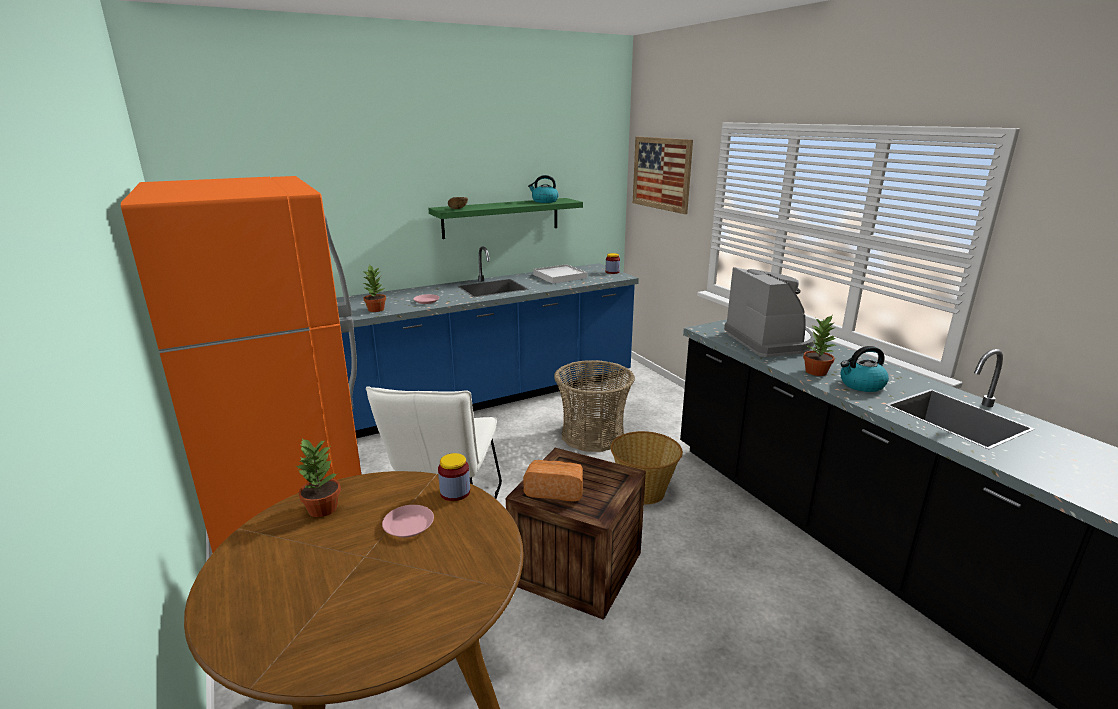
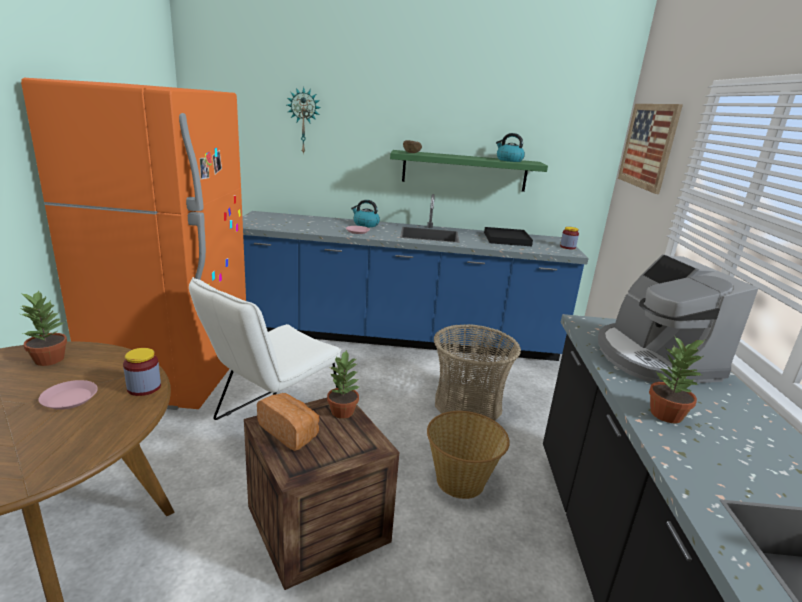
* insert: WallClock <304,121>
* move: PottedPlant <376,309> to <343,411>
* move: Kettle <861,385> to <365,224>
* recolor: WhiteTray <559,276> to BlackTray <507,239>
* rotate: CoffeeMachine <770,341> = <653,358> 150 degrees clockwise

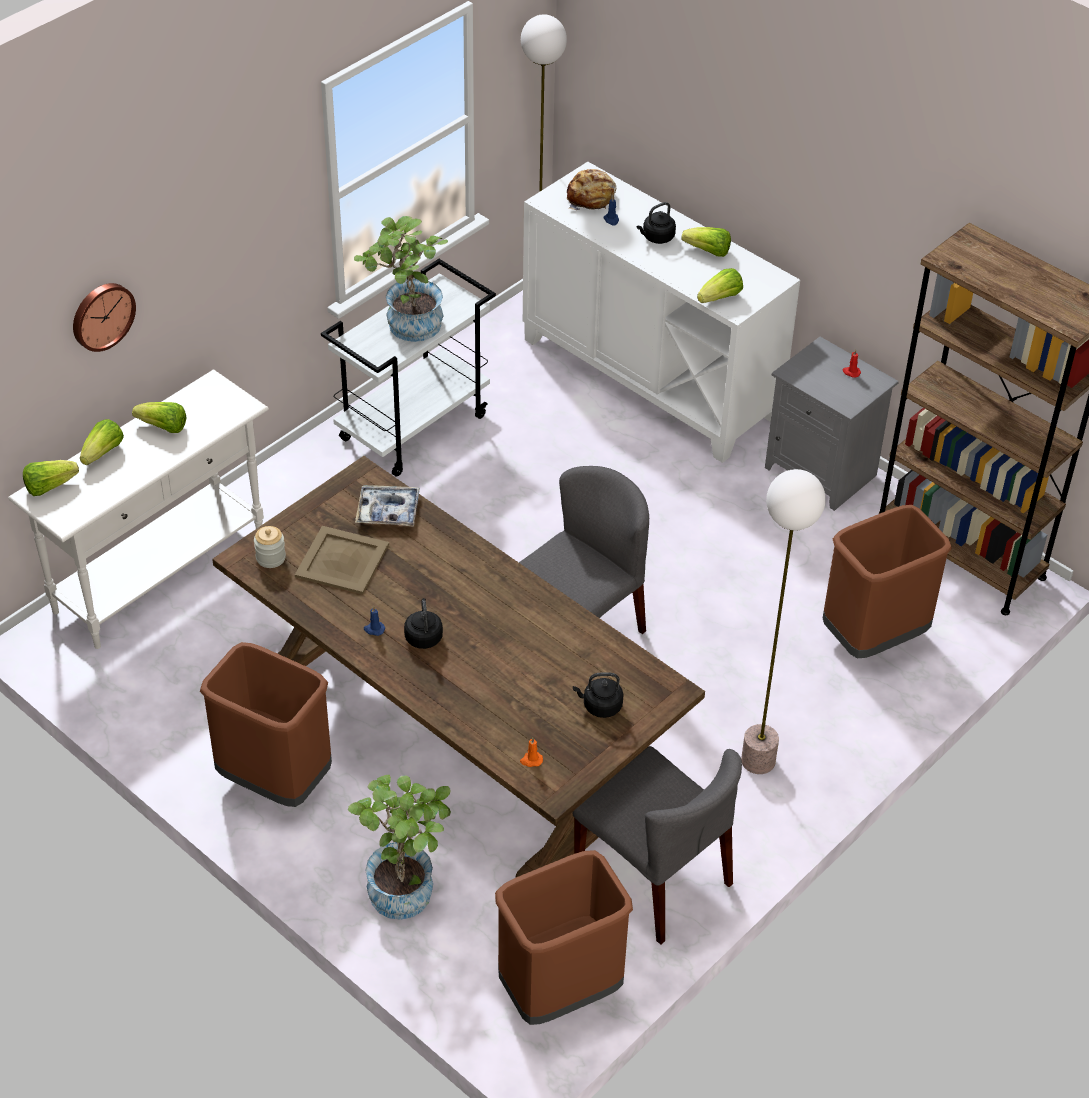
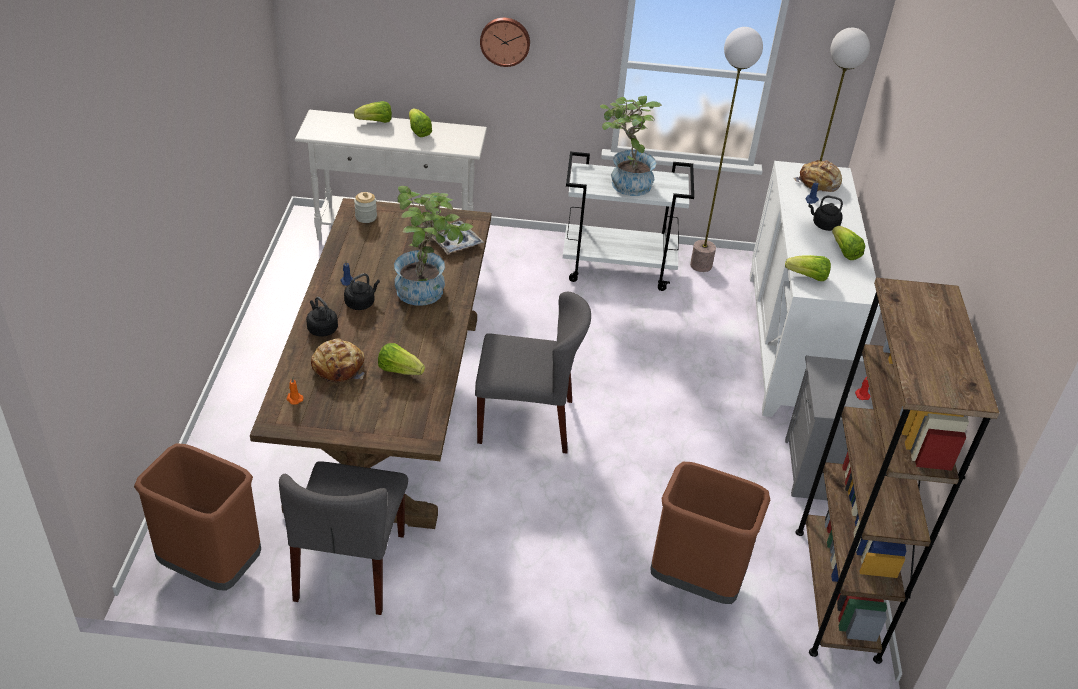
* delete: BrownTrashCan <274,780>
* delete: BeigeTray <342,560>
* insert: Bread <339,367>
* move: Lettuce <49,486> to <399,370>
* move: WallClock <101,315> to <505,41>
* move: PottedPlant <406,886> to <427,290>
* move: BlackKettle <600,706> to <321,328>
* move: FloorLamp <758,761> to <701,265>

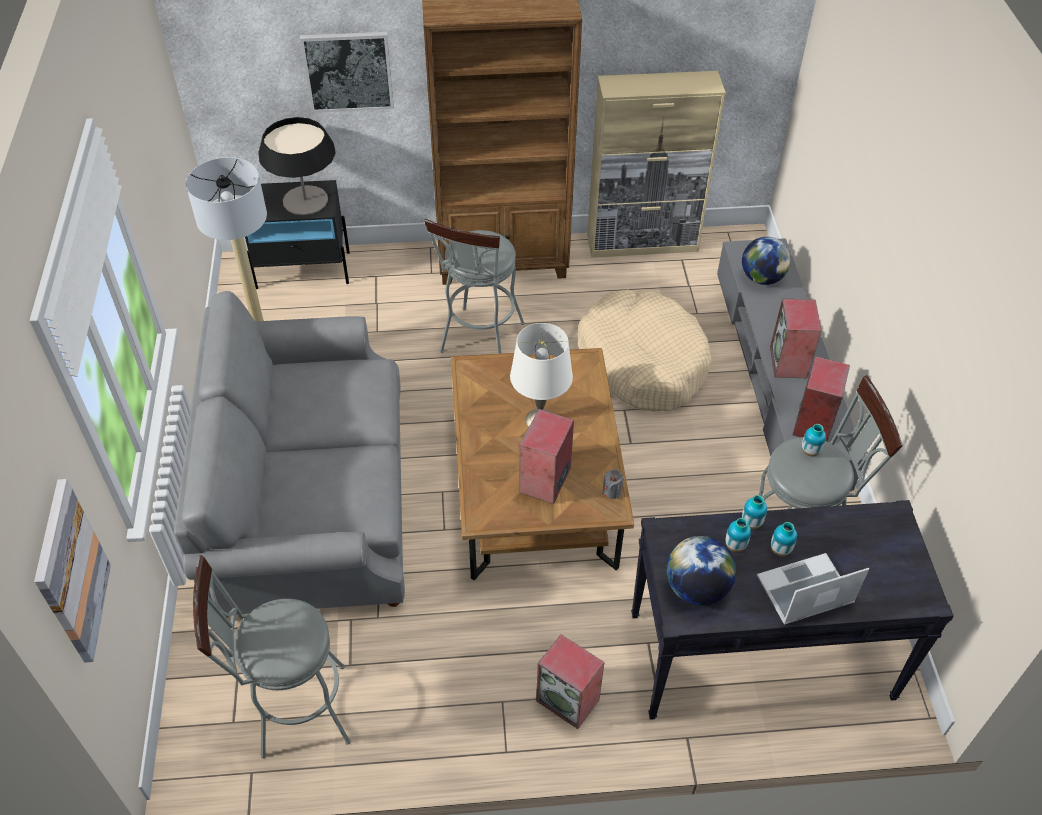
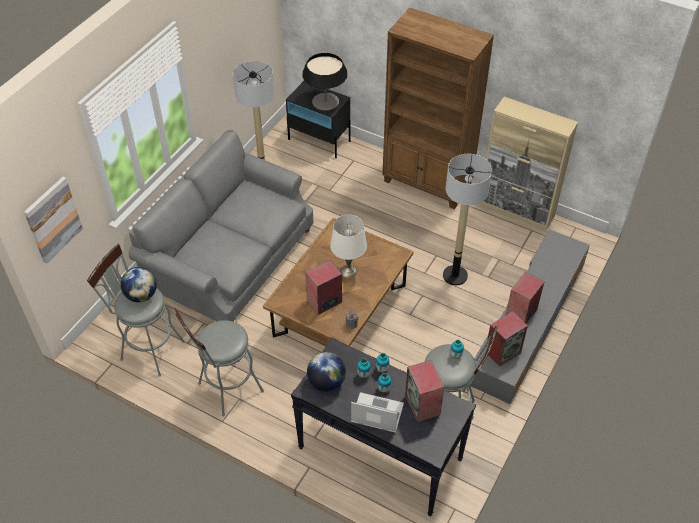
* delete: Picture <348,71>
* move: GreyStool <480,342> to <226,390>
* move: Speaker <569,700> to <423,405>
* move: Globe <762,278> to <141,295>
* replace: BeigeDogBed <642,362> to FloorLamp <455,276>

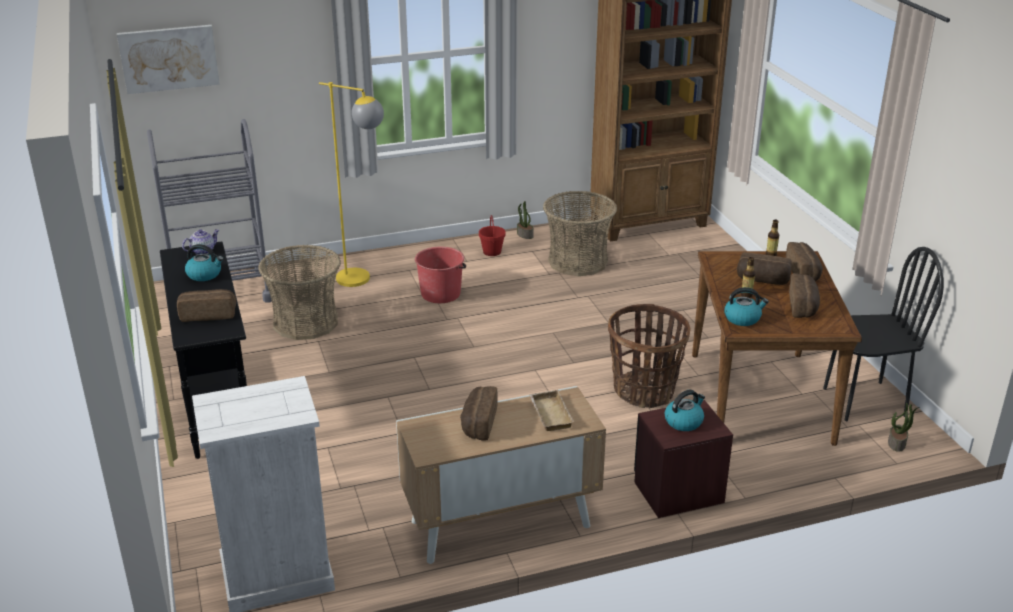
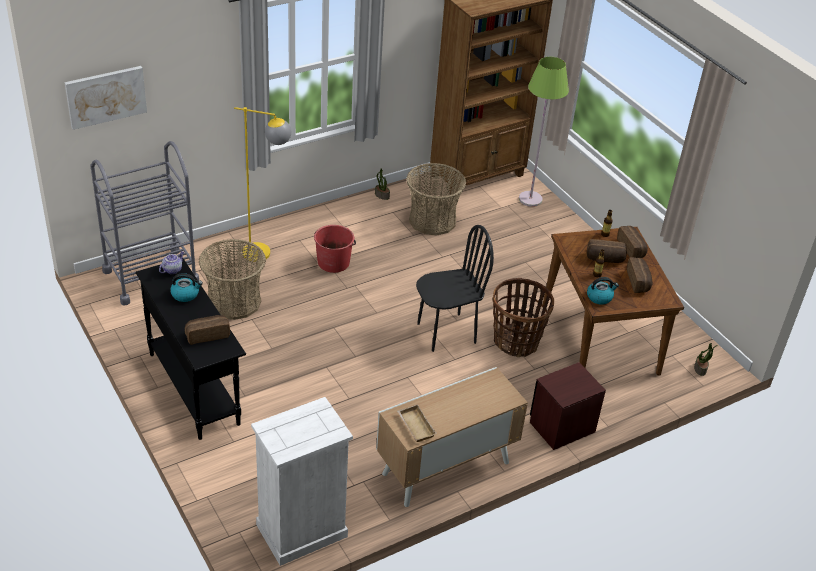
* delete: Bread <478,423>
* delete: RedBucket <491,252>
* delete: Kettle <684,421>
* insert: GreenFloorLamp <530,199>
* move: BeigeTray <549,414> to <415,426>
* move: BlackChair <864,401> to <446,332>

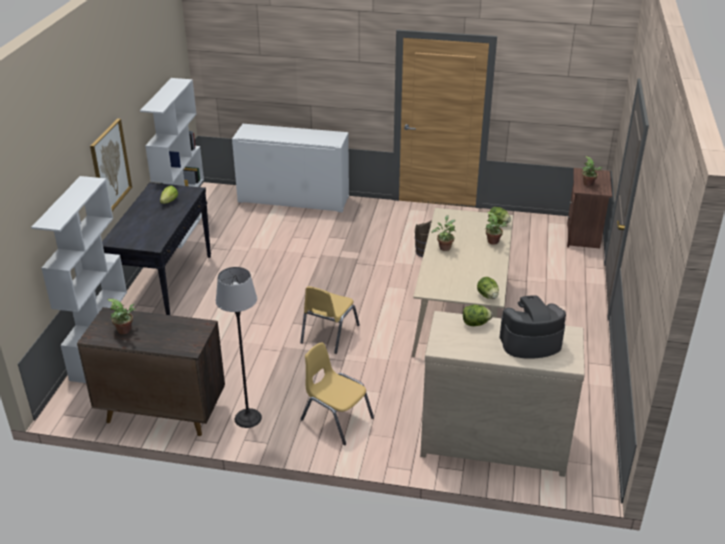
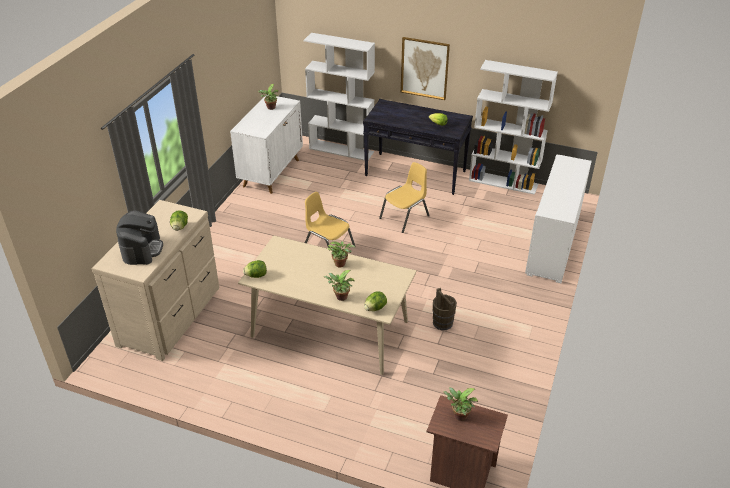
* delete: FloorLamp <248,418>
* move: YellowChair <336,419> to <405,217>
* recolor: BrownCabinet <161,412> to WhiteCabinet <271,172>

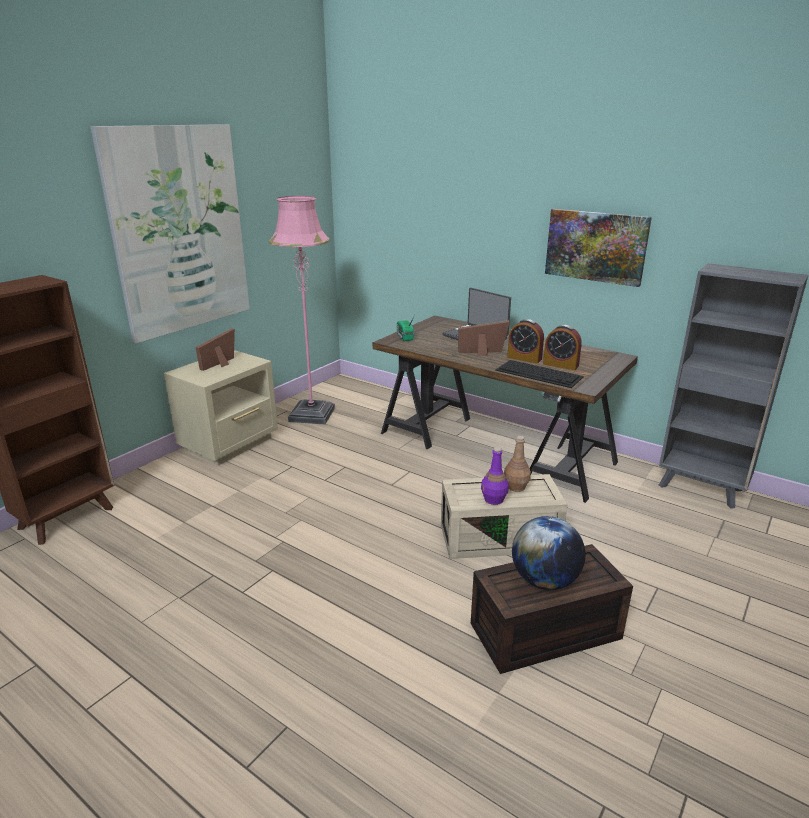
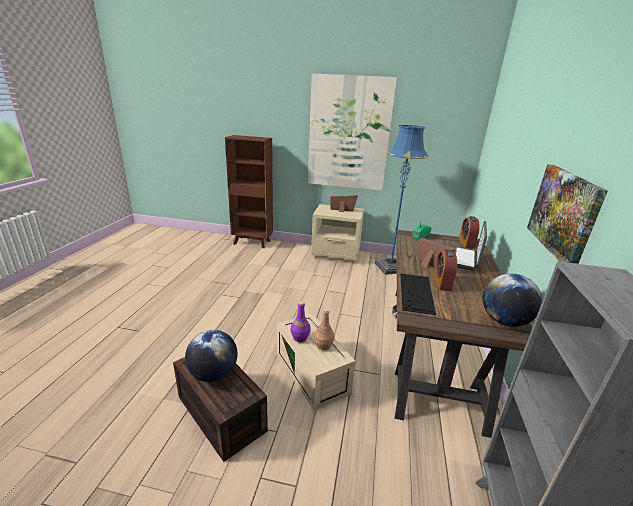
* insert: Globe <504,321>
* move: AlarmClock <560,365> to <466,243>
* recolor: PinkFloorLamp <311,415> to BlueFloorLamp <390,267>

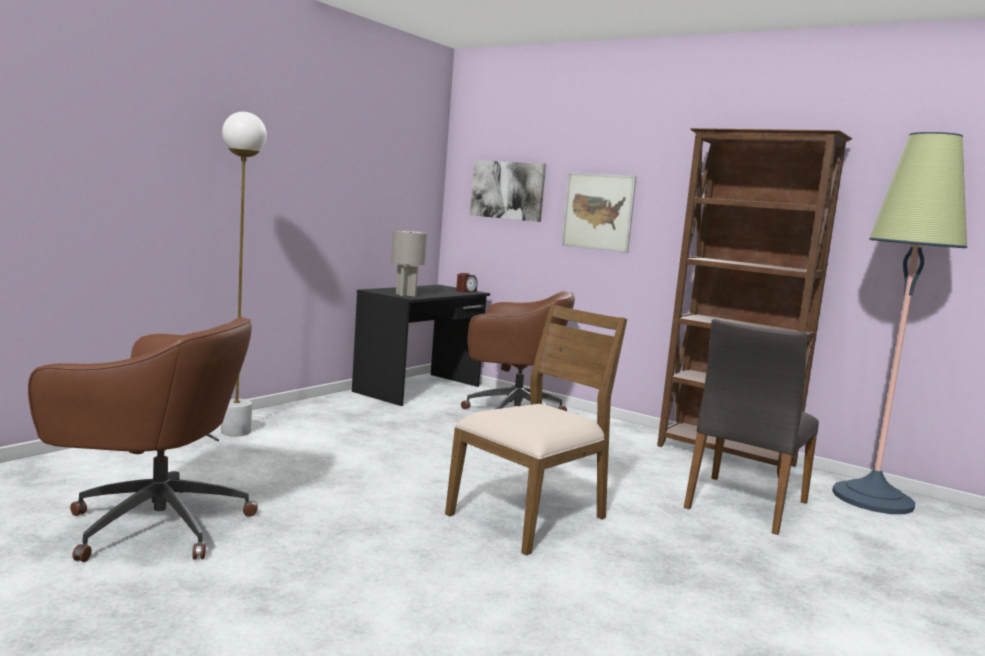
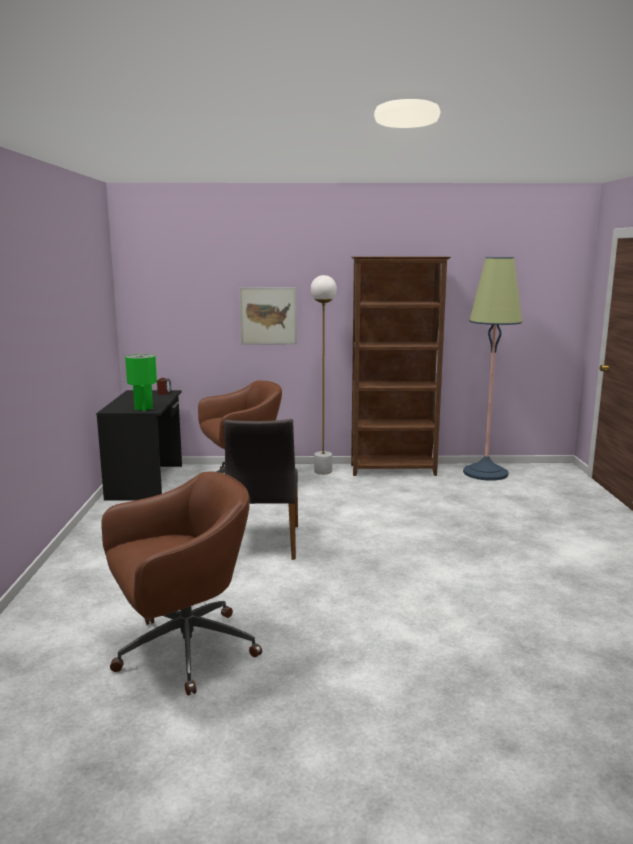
* delete: BrownChair <530,517>
* delete: Picture <507,190>
* move: WhiteFloorLamp <235,432> to <323,471>
* move: GreyChair <744,504> to <262,542>
* recolor: GreyTableLamp <405,295> to GreenTableLamp <143,409>

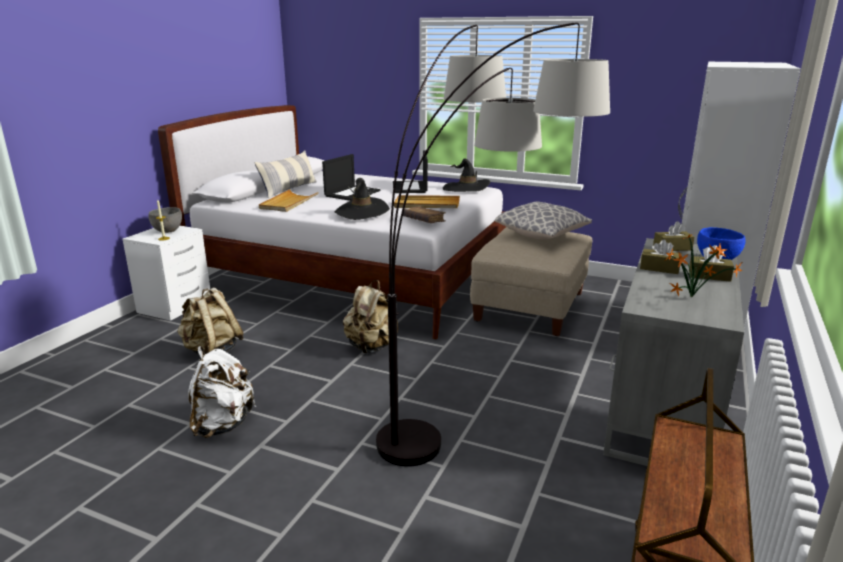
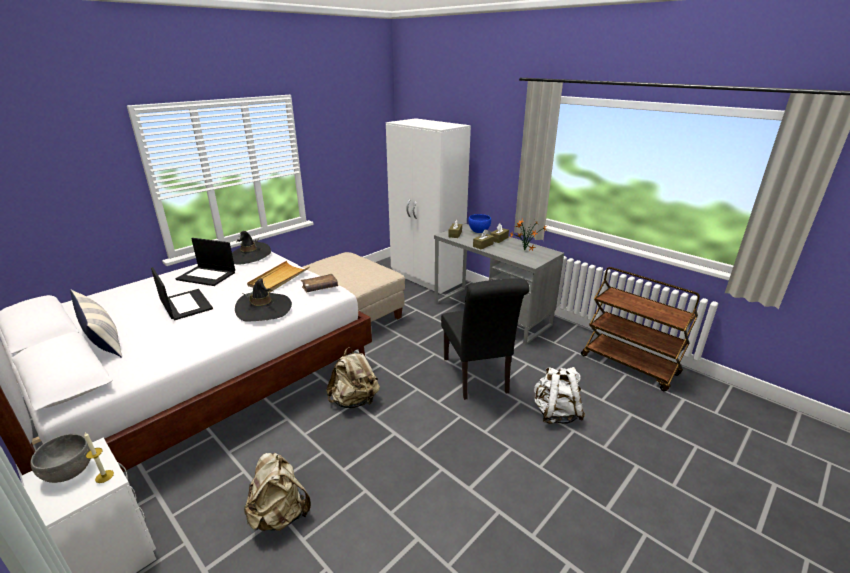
* delete: BeigeTray <288,203>
* delete: Pillow <542,235>
* move: WhiteBackpack <222,424> to <555,413>
* replace: FloorLamp <472,419> to BlackChair <477,378>

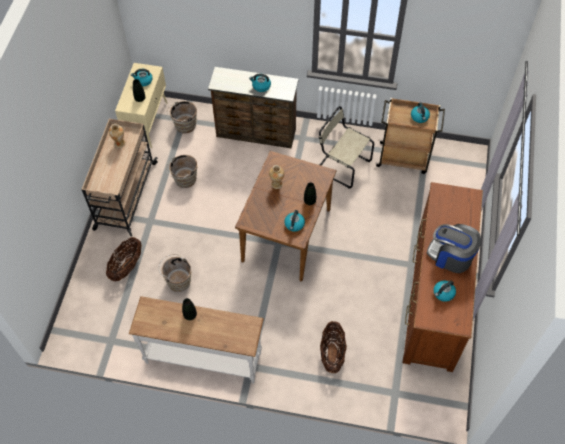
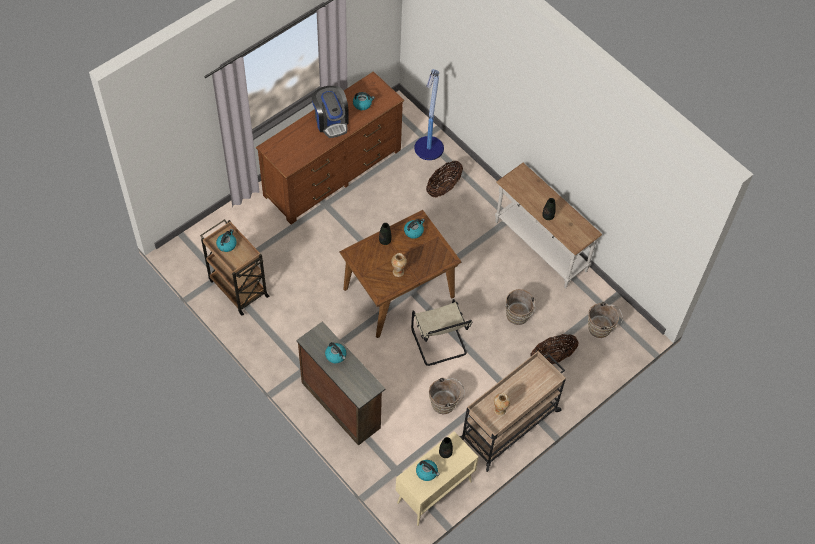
* insert: FloorLamp <428,149>
* move: BrownBucket <184,126> to <601,328>
* move: BeigeChair <341,165> to <439,343>

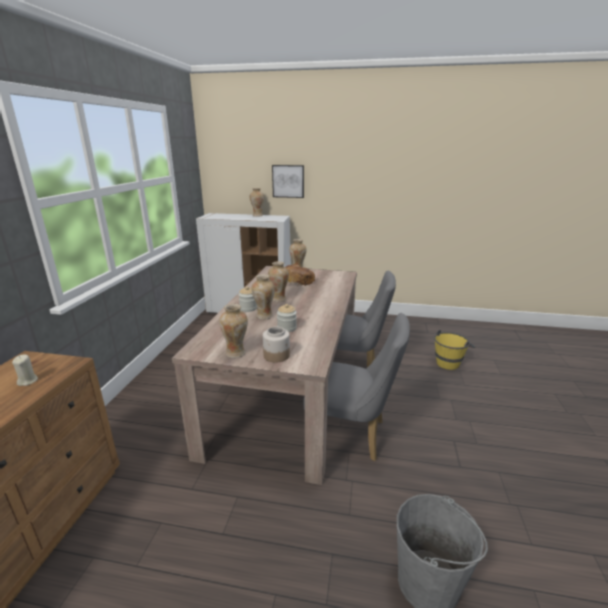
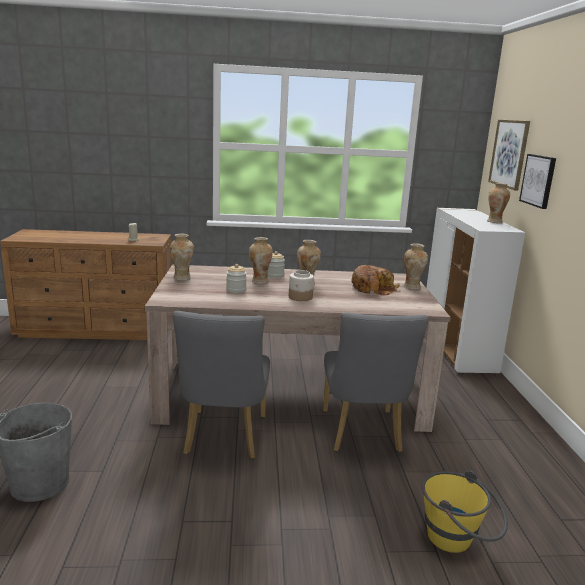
* insert: Picture <509,153>
* move: Jar <277,355> to <300,297>

